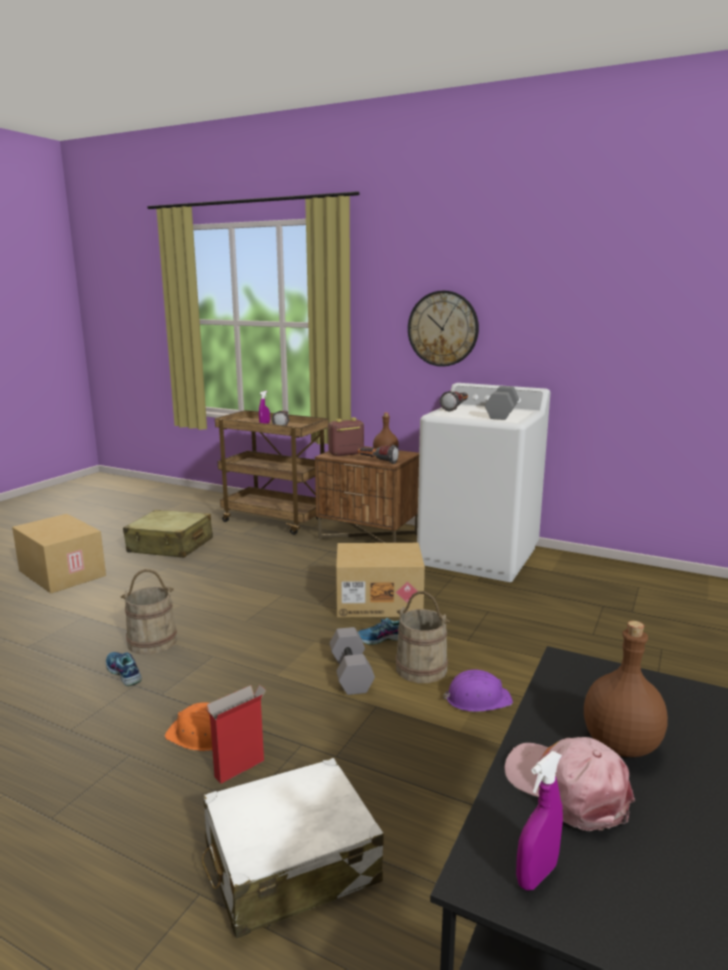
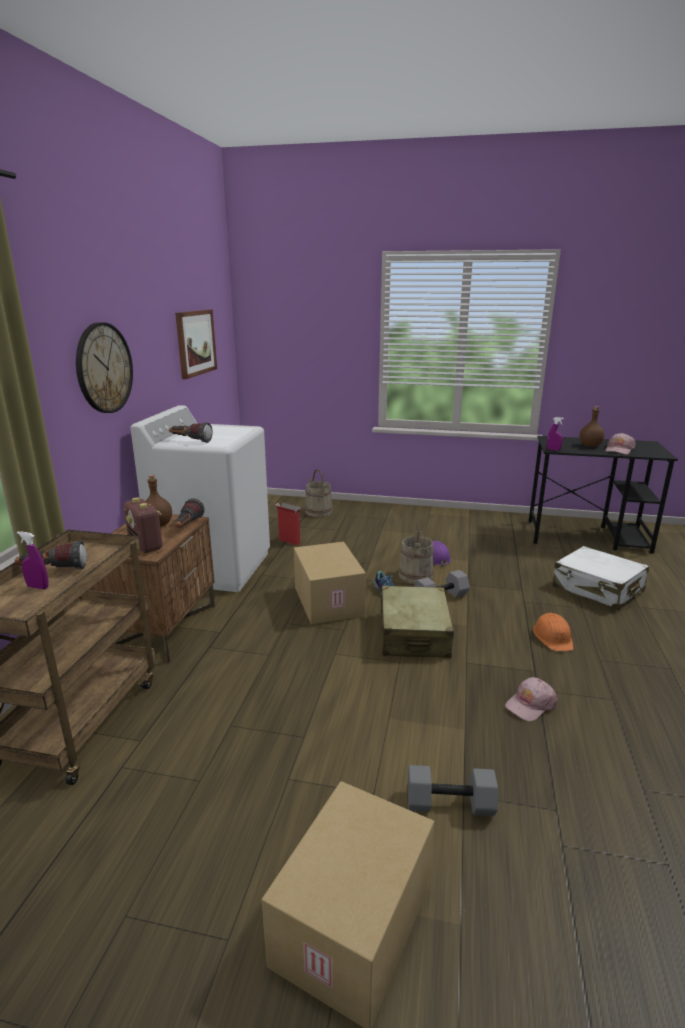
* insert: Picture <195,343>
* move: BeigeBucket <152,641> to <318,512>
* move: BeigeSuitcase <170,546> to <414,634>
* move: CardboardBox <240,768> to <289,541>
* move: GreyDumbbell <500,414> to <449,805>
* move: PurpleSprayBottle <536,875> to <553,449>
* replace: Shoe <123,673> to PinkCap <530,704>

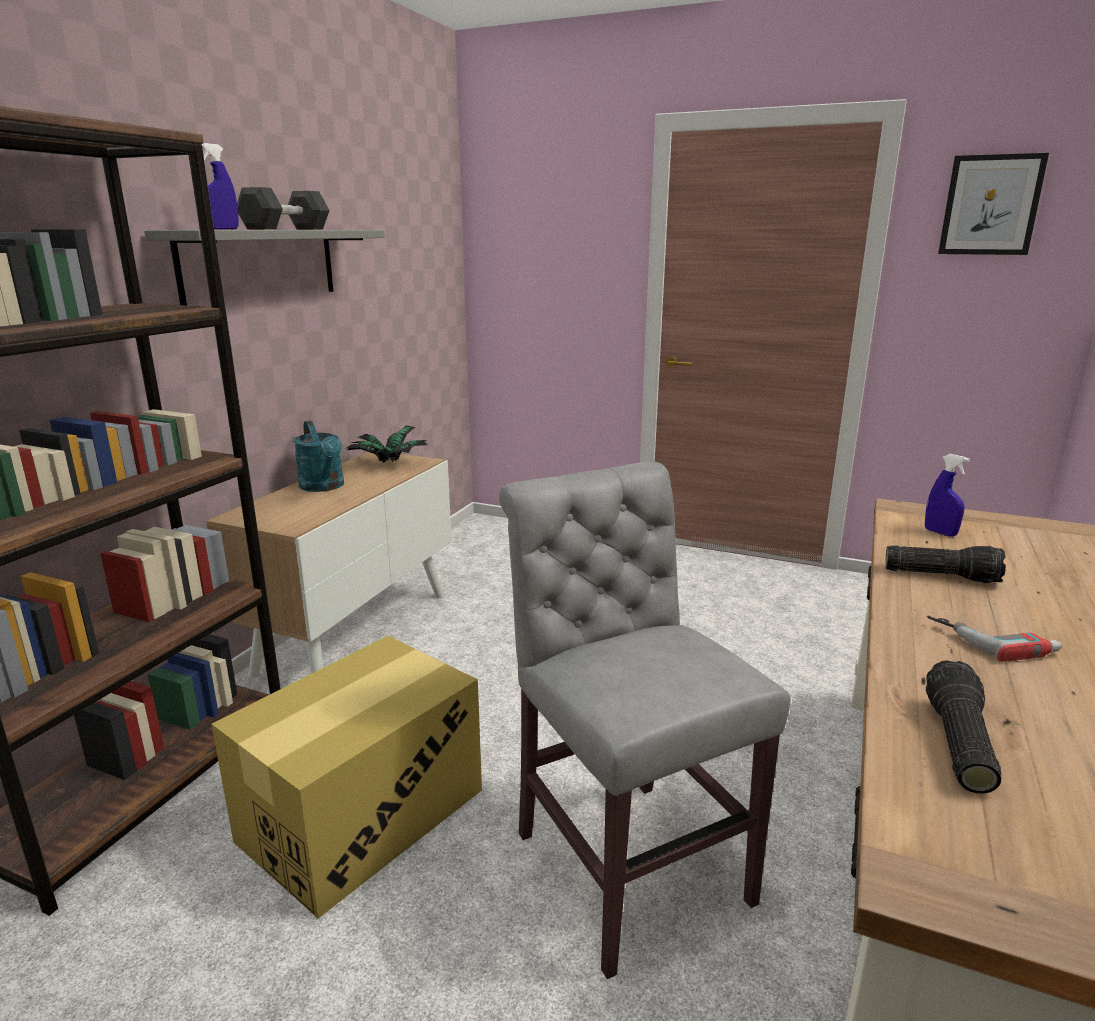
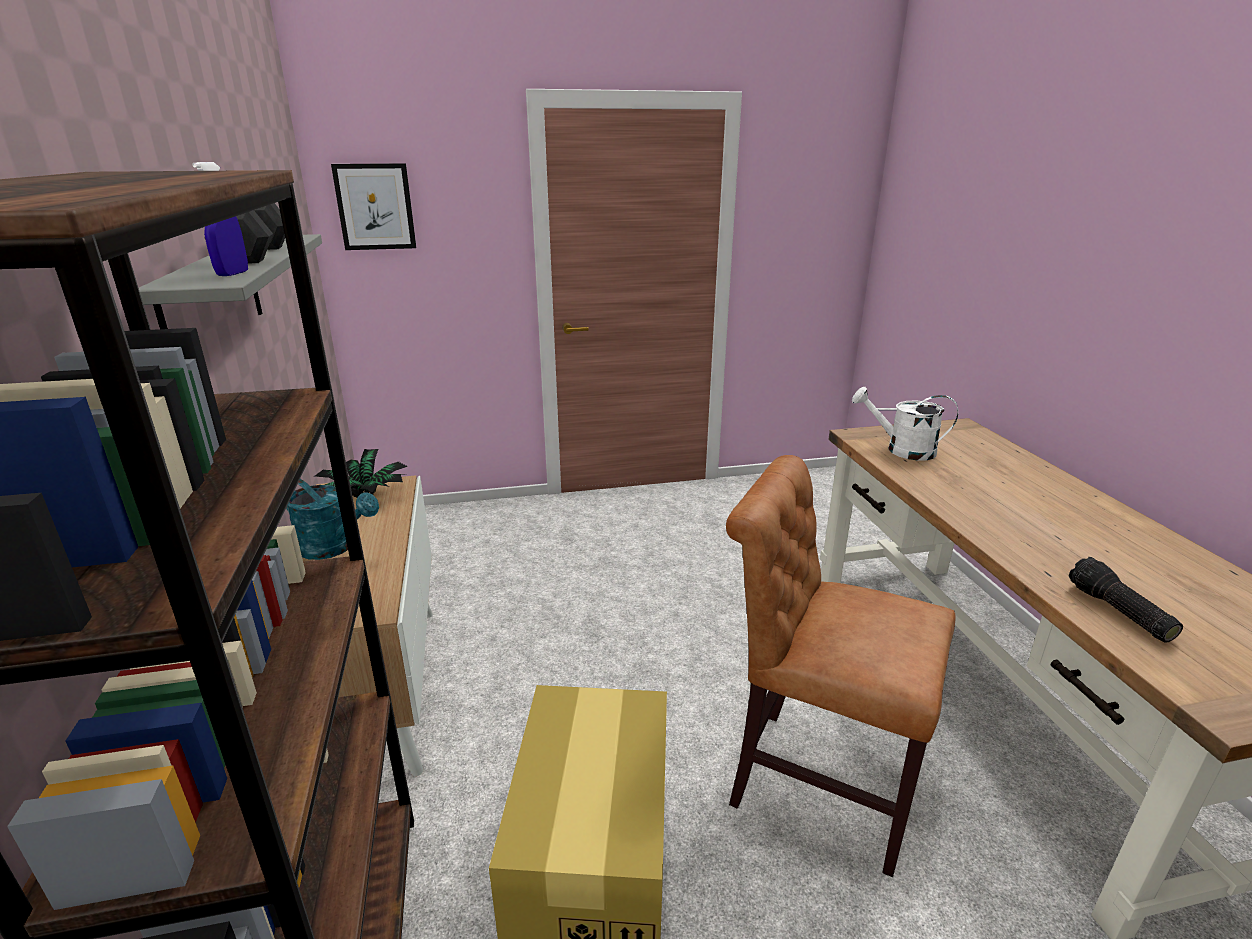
* delete: Flashlight <941,575>
* delete: PowerDrill <992,639>
* move: Picture <990,205> to <375,207>
* replace: BlueSprayBottle <940,533> to WhiteWateringCan <901,450>
* recolor: GreyChair <624,858> to BrownChair <813,780>

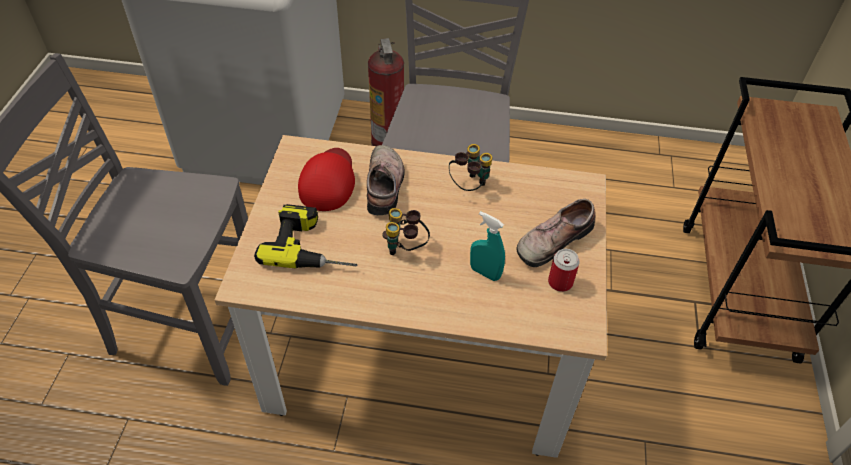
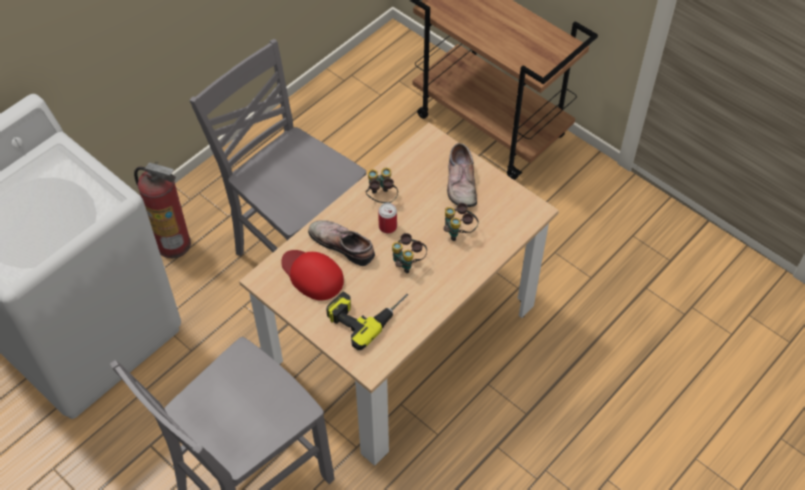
* move: Can <560,282> to <387,226>
* replace: TurquoiseSprayBottle <485,273> to Binoculars <459,232>

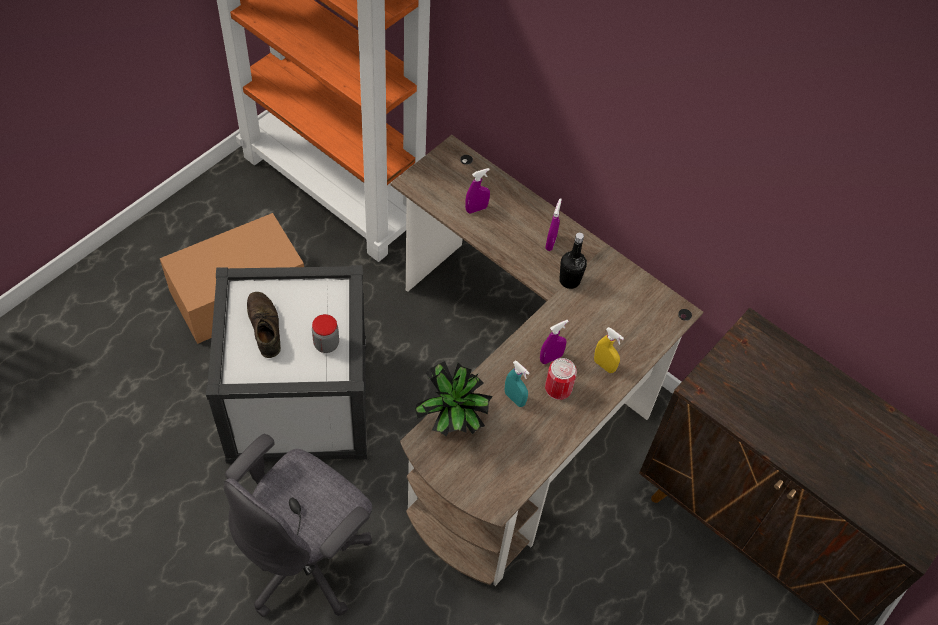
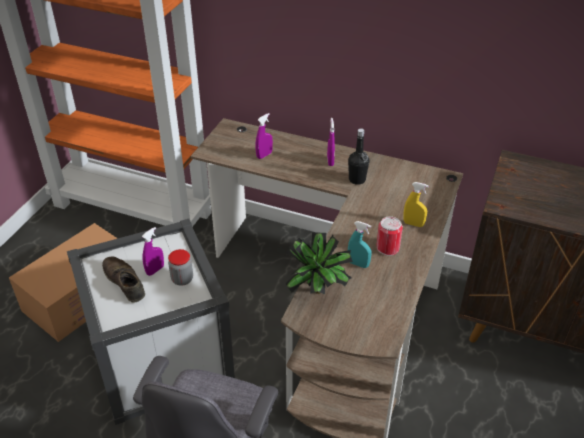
* move: PurpleSprayBottle <551,358> to <155,270>

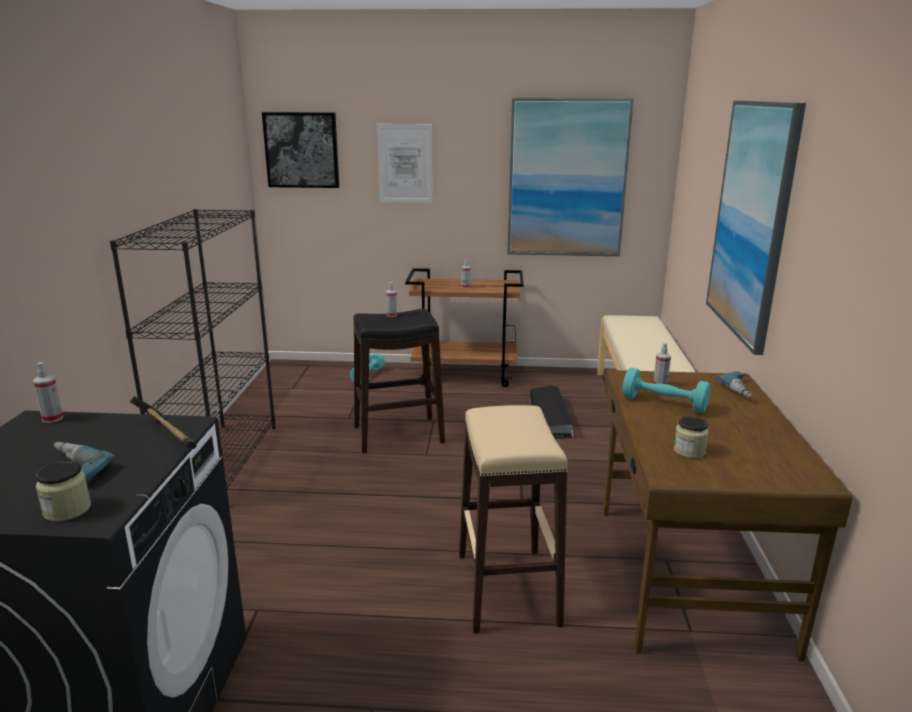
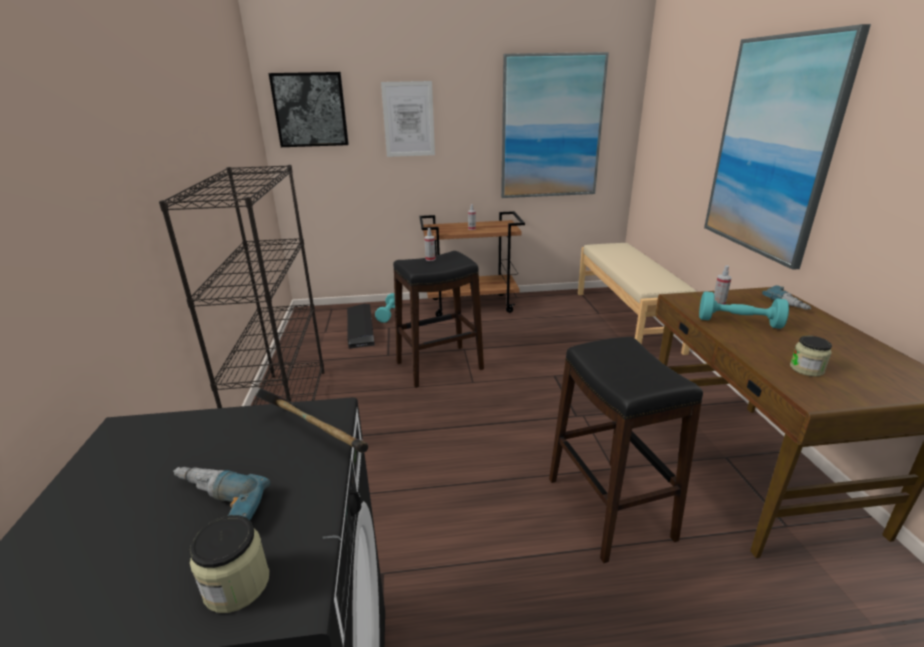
* delete: SprayBottle <52,418>
* move: BlackStorageBox <550,417> to <360,330>
* recolor: BeigeStool <507,588> to BlackStool <608,507>

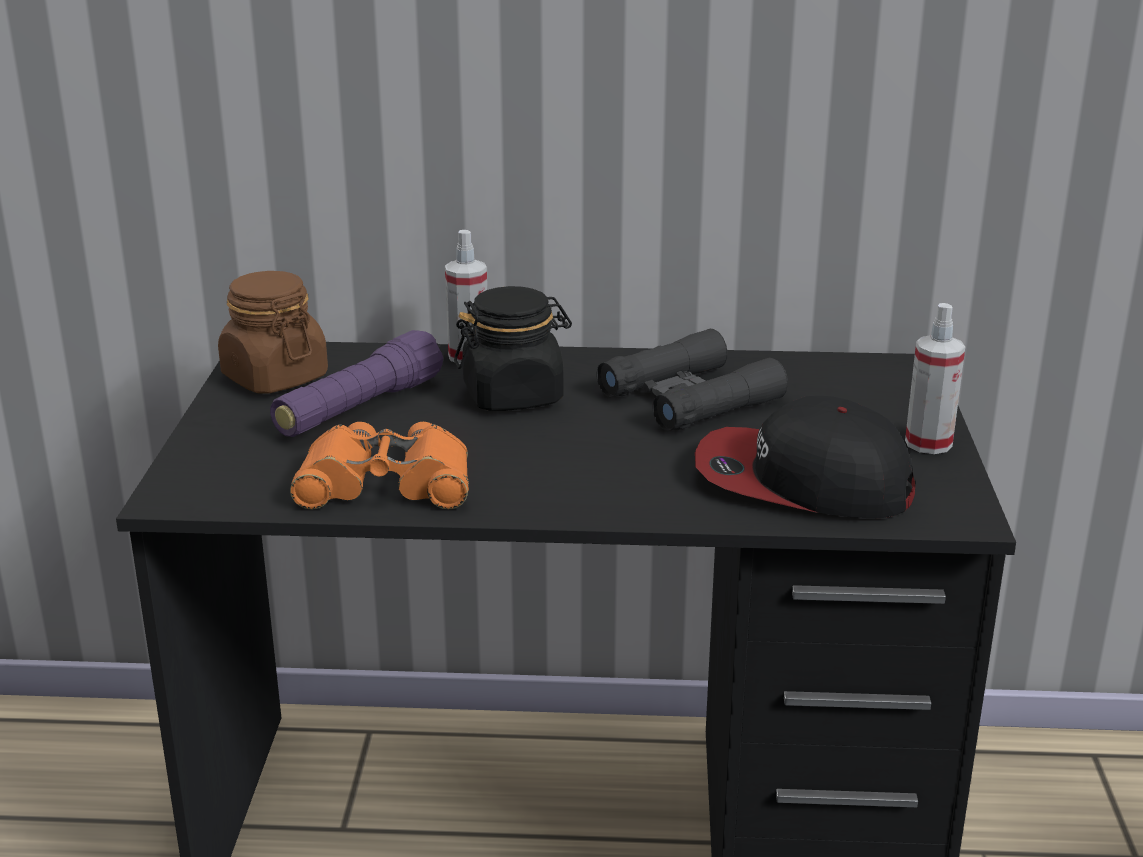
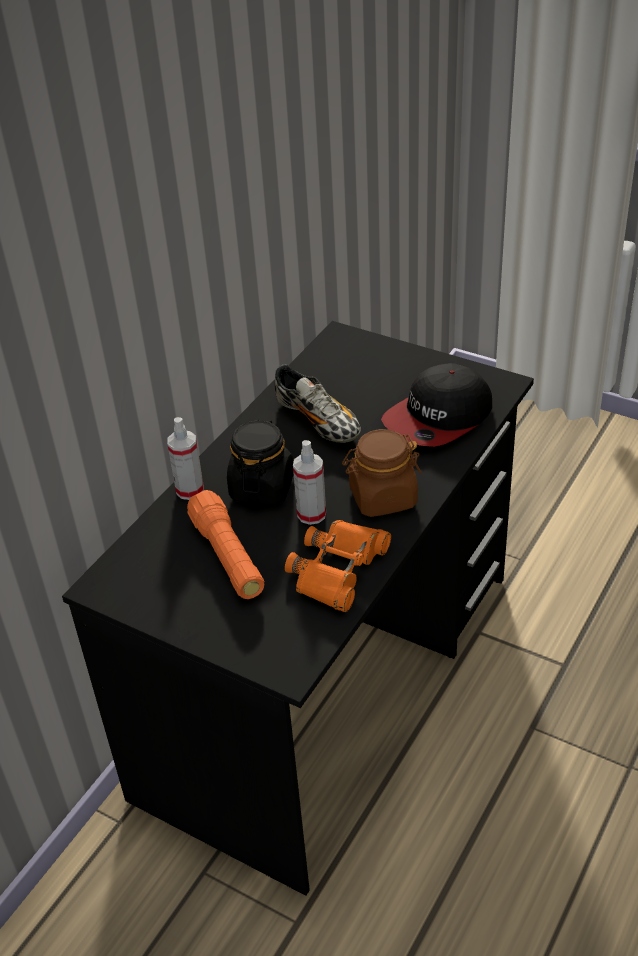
* move: BrownJar <274,377> to <382,497>
* move: SprayBottle <928,443> to <311,514>
* replace: BlackBinoculars <689,398> to Shoe <318,422>
* recolor: PurpleFlashlight <359,408> to OrangeFlashlight <228,557>

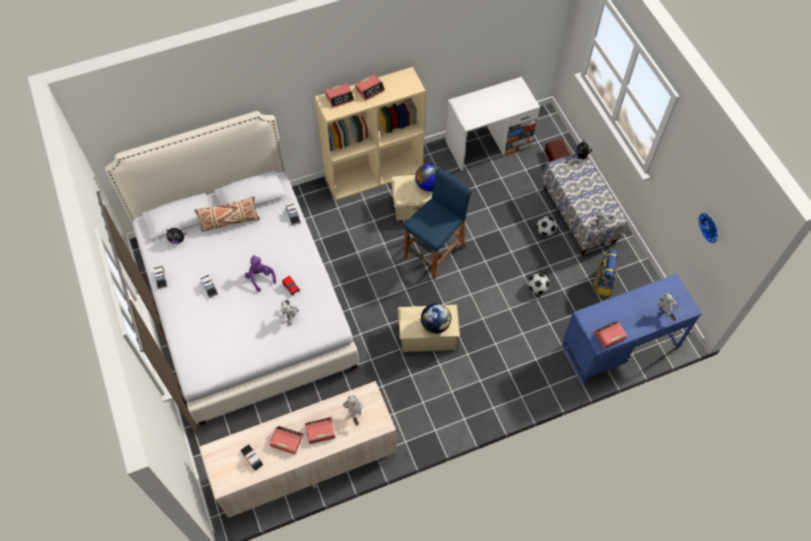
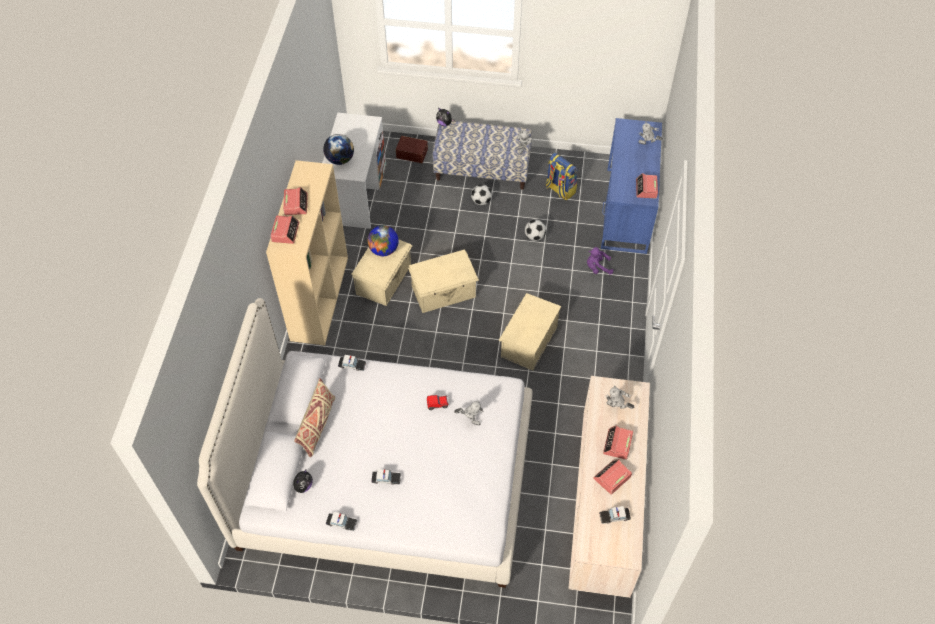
* delete: WallClock <710,227>
* move: PurplePlushToy <260,277> to <597,268>
* move: Globe <435,325> to <340,159>
* replace: BlueStool <435,252> to BeigeStorageBox <444,292>

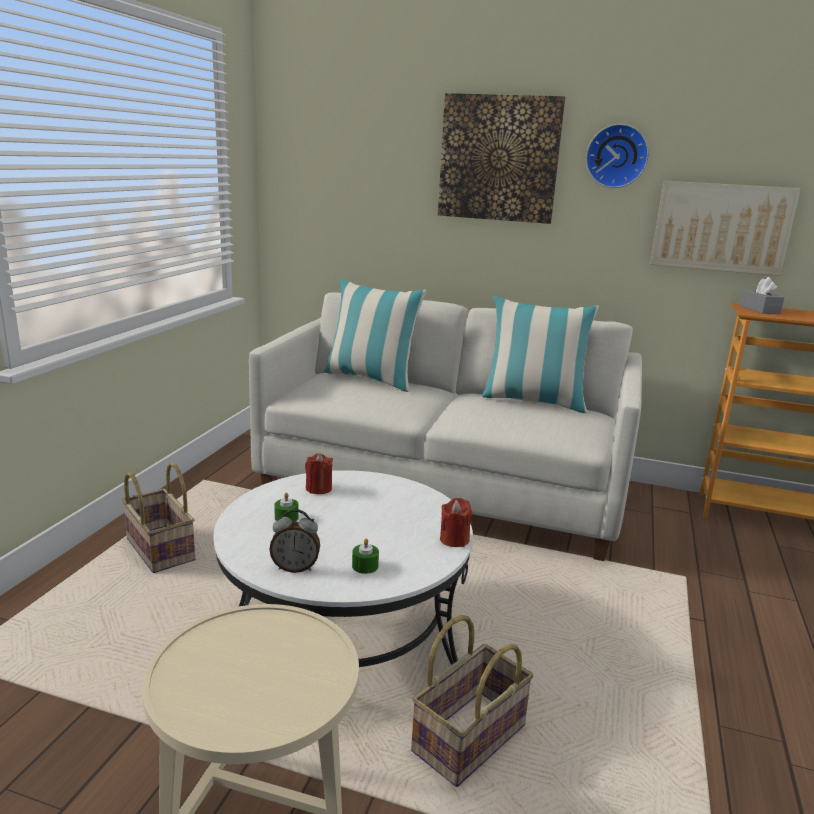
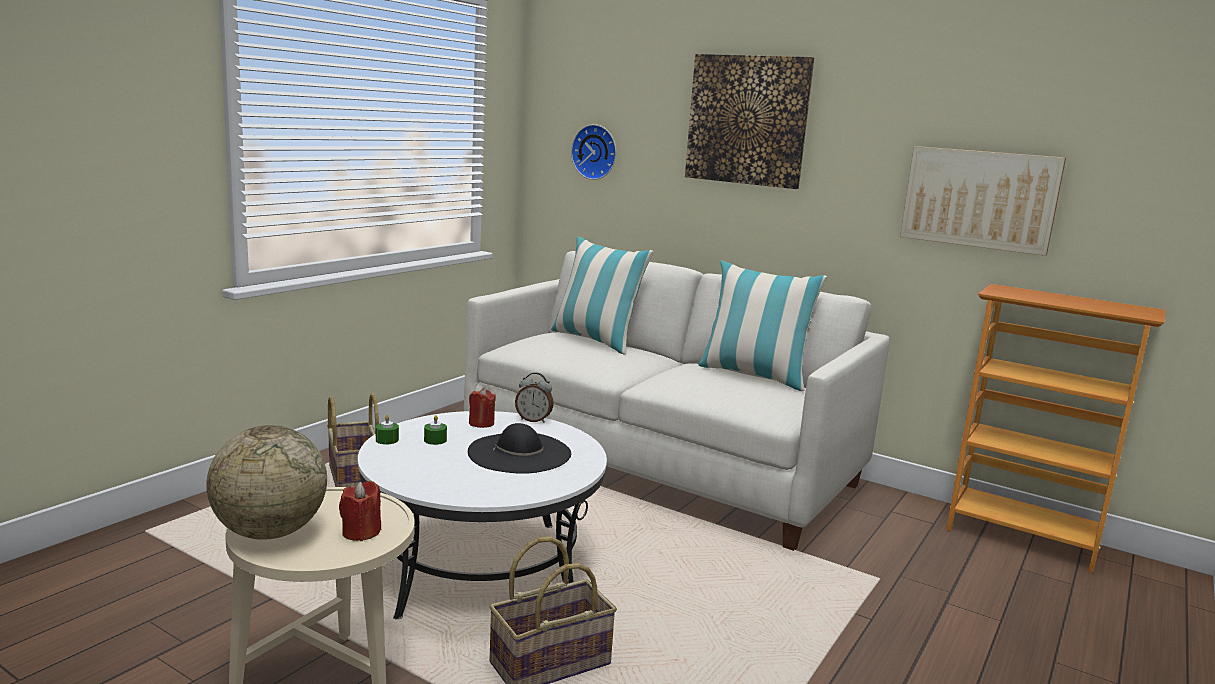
* delete: GreyTissueBox <759,309>
* insert: Globe <269,532>
* insert: BlackHat <519,453>
* move: AlarmClock <295,567> to <533,420>
* move: GreenCandle <365,566> to <387,440>
* move: RedCandle <454,539> to <361,532>
* move: WallClock <616,156> to <596,152>

